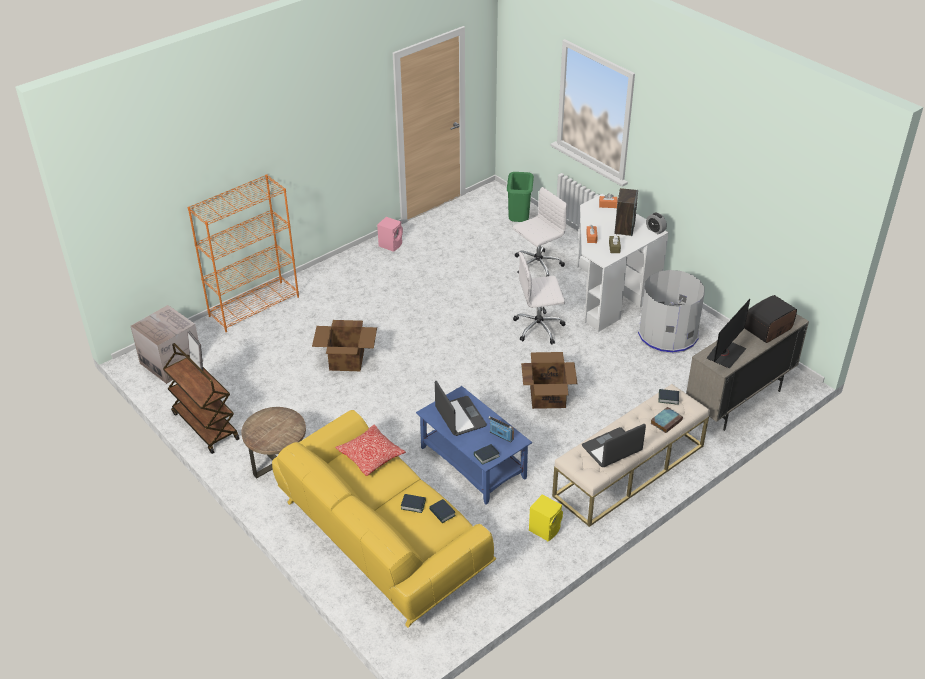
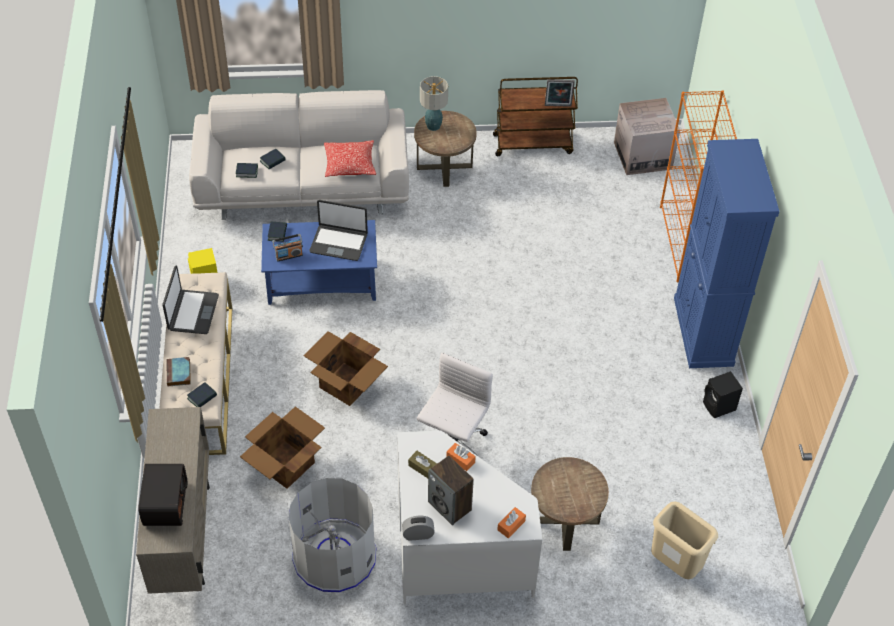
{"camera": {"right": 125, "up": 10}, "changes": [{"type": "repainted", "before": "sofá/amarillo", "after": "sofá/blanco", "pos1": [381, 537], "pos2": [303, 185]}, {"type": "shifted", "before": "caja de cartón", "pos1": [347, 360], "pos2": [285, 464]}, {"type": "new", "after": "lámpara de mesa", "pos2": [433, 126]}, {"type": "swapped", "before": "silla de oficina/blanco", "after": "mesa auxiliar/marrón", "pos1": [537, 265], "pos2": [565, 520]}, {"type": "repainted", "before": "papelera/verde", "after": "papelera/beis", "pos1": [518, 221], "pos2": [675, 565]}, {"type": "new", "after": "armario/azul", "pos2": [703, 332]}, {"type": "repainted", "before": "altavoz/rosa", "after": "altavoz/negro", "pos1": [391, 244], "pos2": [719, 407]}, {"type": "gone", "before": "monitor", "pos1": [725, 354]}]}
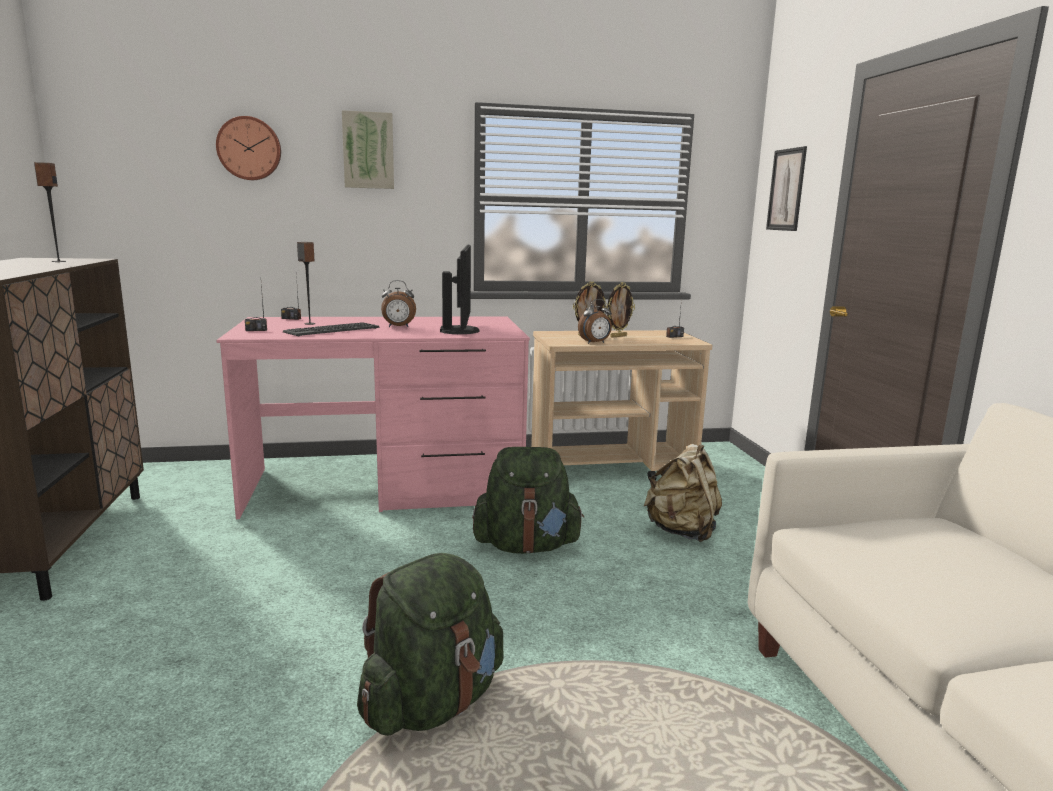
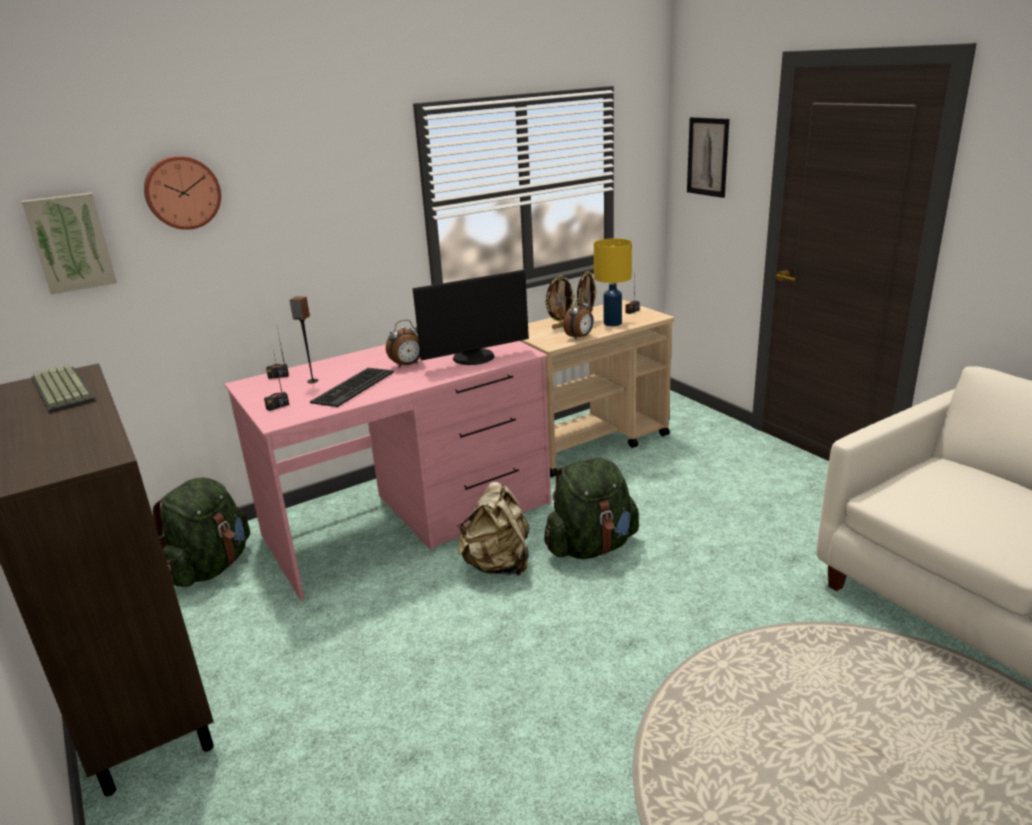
{"camera": {"right": -20, "up": 10}, "changes": [{"type": "shifted", "before": "cuadro", "pos1": [368, 150], "pos2": [70, 242]}, {"type": "swapped", "before": "altavoz", "after": "teclado", "pos1": [58, 261], "pos2": [60, 390]}, {"type": "shifted", "before": "mochila/verde", "pos1": [432, 703], "pos2": [211, 567]}, {"type": "rotated", "before": "monitor", "pos1": [461, 331], "pos2": [474, 358], "turn": 90}, {"type": "shifted", "before": "mochila/beis", "pos1": [682, 531], "pos2": [498, 565]}, {"type": "new", "after": "lámpara de mesa/amarillo", "pos2": [613, 323]}]}
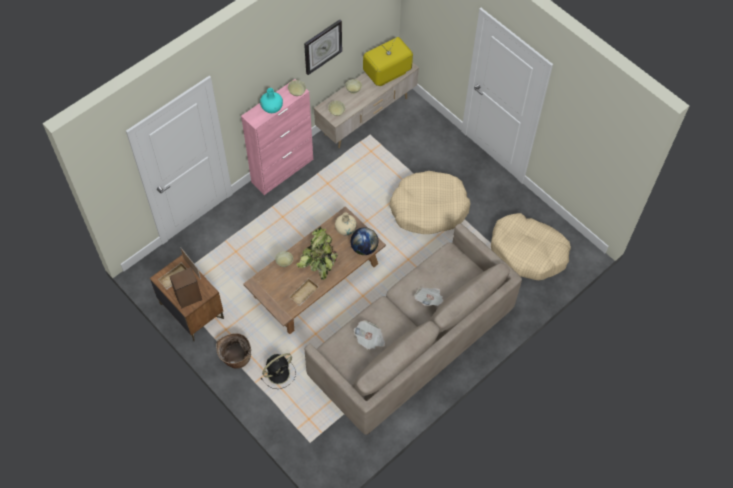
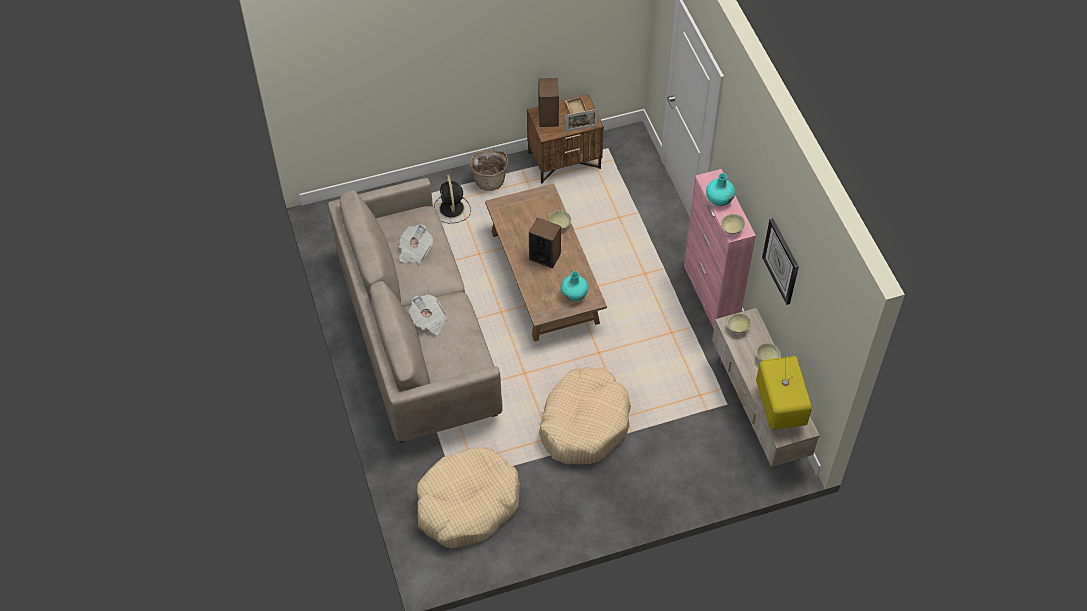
{"camera": {"right": 115, "up": -5}, "changes": [{"type": "swapped", "before": "planta en maceta", "after": "altavoz", "pos1": [319, 261], "pos2": [544, 256]}, {"type": "repainted", "before": "florero/beis", "after": "florero/turquesa", "pos1": [345, 229], "pos2": [574, 294]}, {"type": "gone", "before": "bandeja/beis", "pos1": [304, 294]}, {"type": "gone", "before": "globo terráqueo", "pos1": [364, 248]}]}
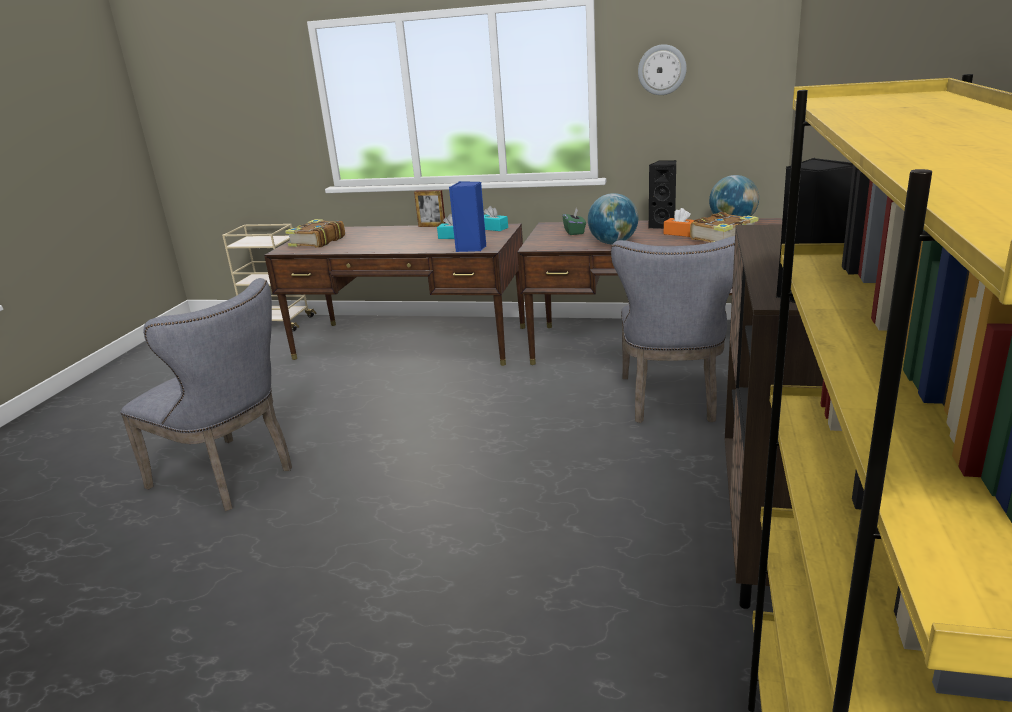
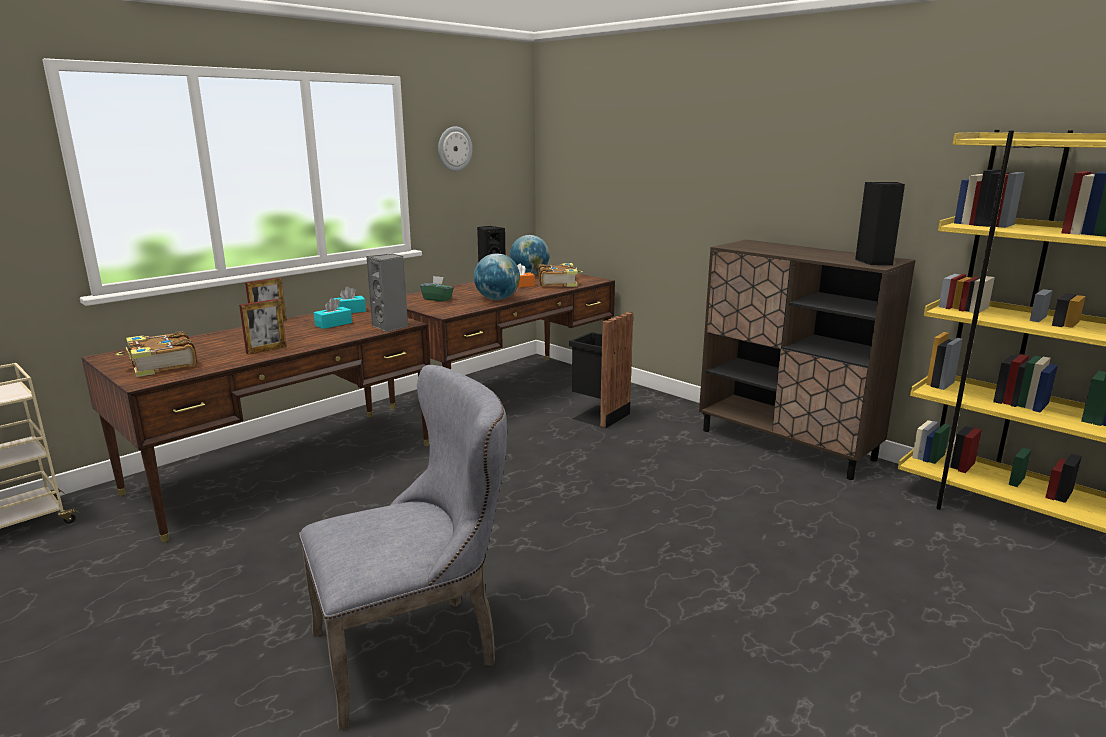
{"camera": {"right": -60, "up": -5}, "changes": [{"type": "new", "after": "portarretratos", "pos2": [266, 350]}, {"type": "repainted", "before": "altavoz/azul", "after": "altavoz/gris", "pos1": [471, 248], "pos2": [391, 327]}, {"type": "swapped", "before": "silla/gris", "after": "papelera/negro", "pos1": [672, 402], "pos2": [598, 415]}]}
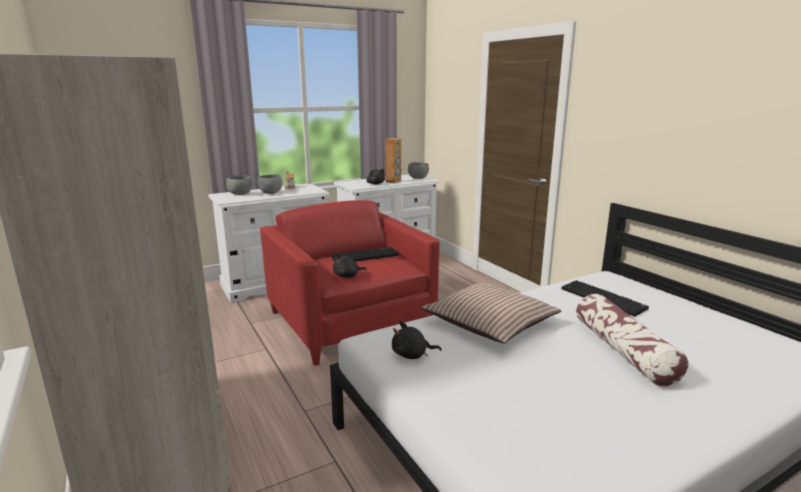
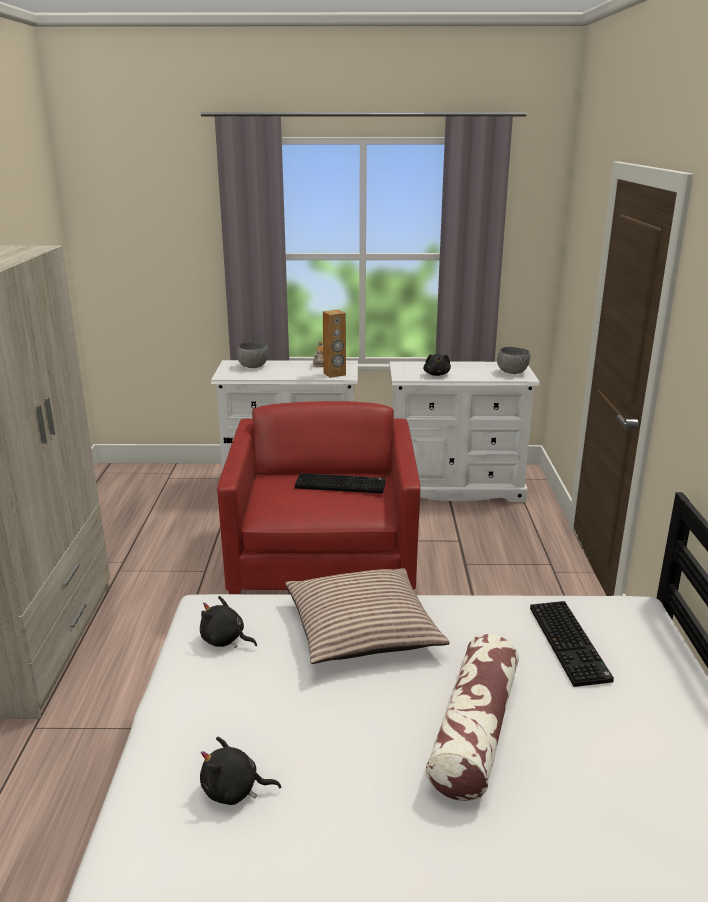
{"camera": {"right": 30, "up": 5}, "changes": [{"type": "shifted", "before": "peluche/negro", "pos1": [348, 276], "pos2": [234, 790]}, {"type": "shifted", "before": "altavoz/marrón", "pos1": [393, 181], "pos2": [334, 374]}, {"type": "gone", "before": "cuenco/gris", "pos1": [270, 193]}]}
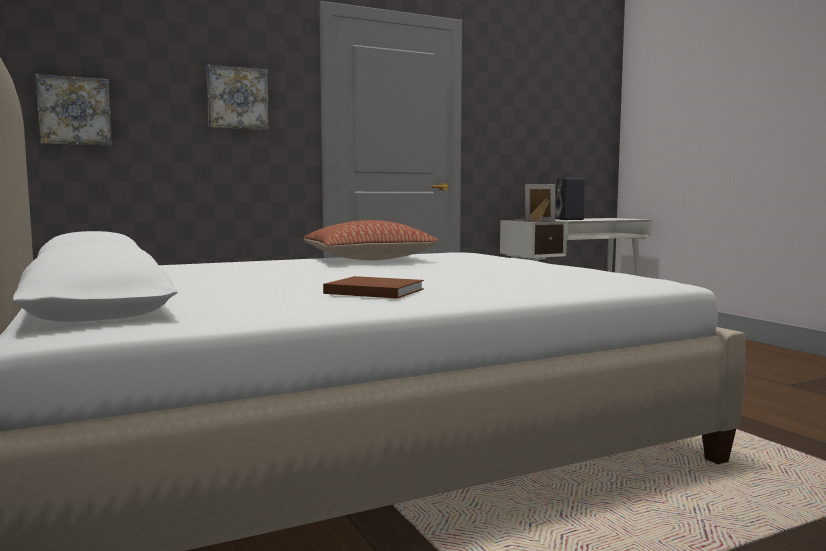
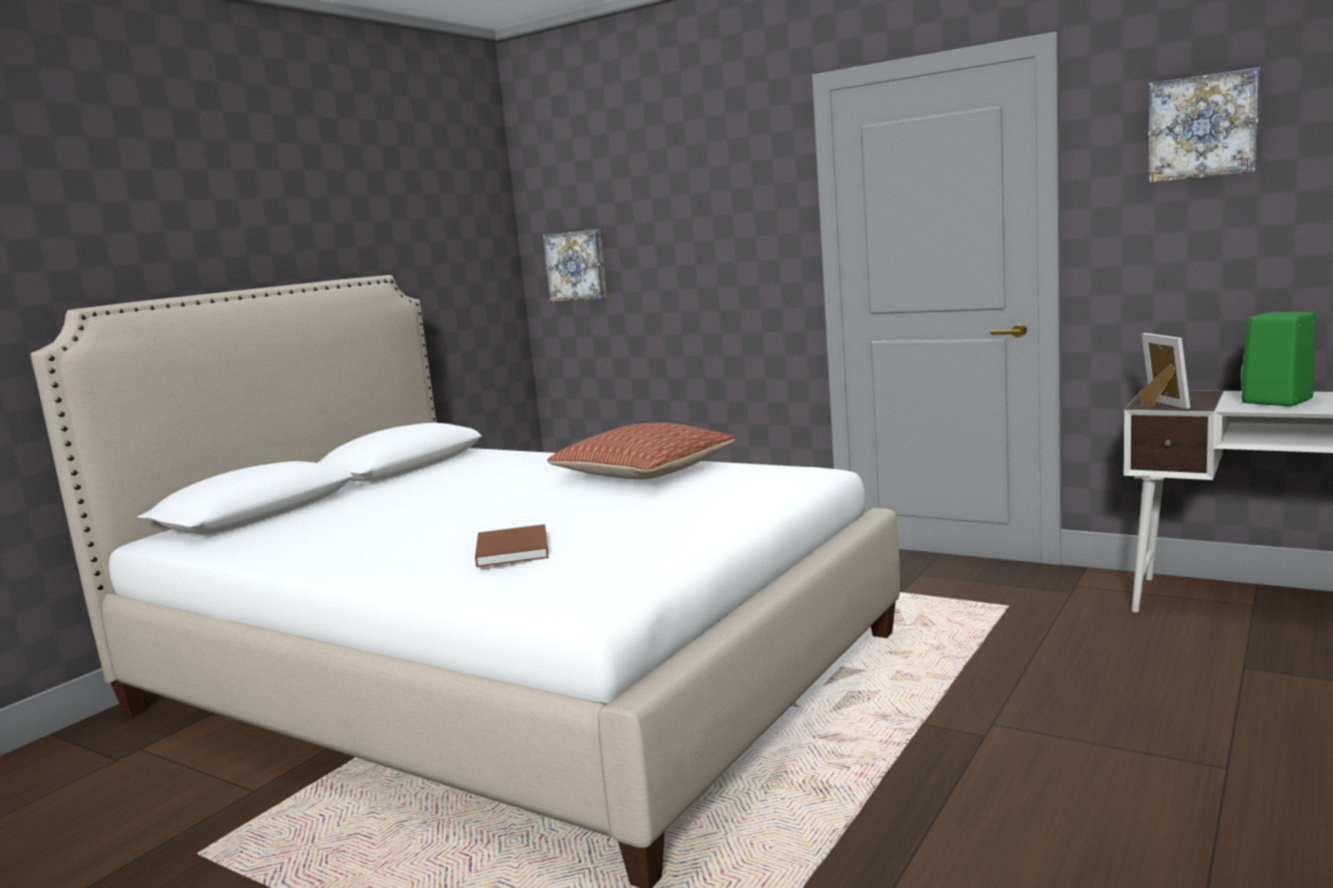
{"camera": {"right": 60, "up": 5}, "changes": [{"type": "shifted", "before": "libro/marrón", "pos1": [371, 291], "pos2": [512, 548]}, {"type": "shifted", "before": "cuadro", "pos1": [237, 98], "pos2": [1202, 127]}, {"type": "repainted", "before": "altavoz/negro", "after": "altavoz/verde", "pos1": [569, 219], "pos2": [1276, 401]}]}
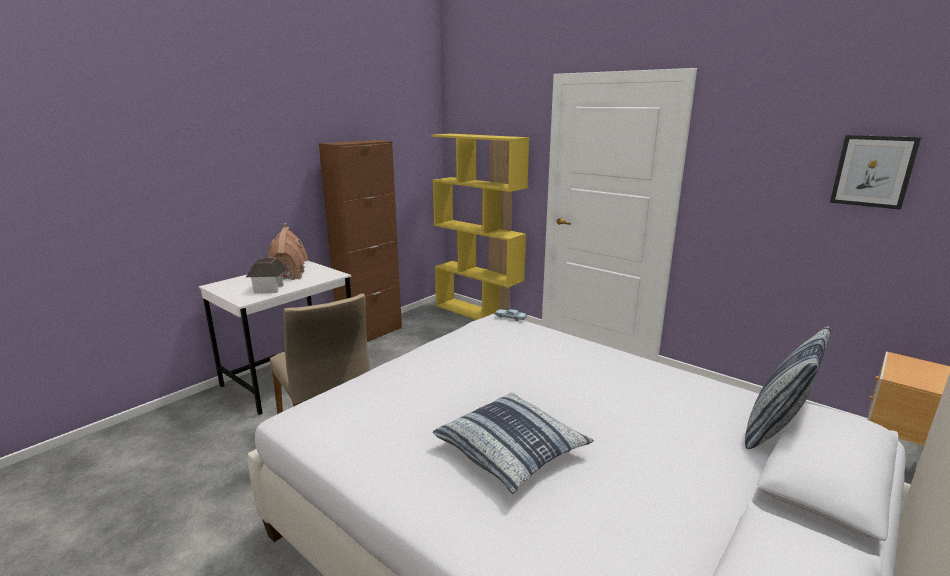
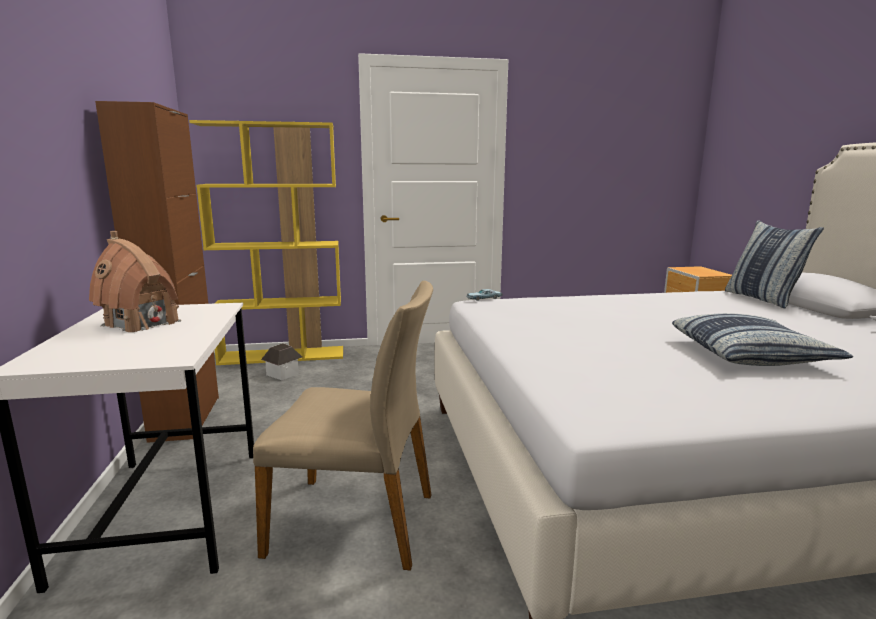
{"camera": {"right": -50, "up": -5}, "changes": [{"type": "shifted", "before": "casita", "pos1": [269, 289], "pos2": [283, 374]}, {"type": "gone", "before": "cuadro", "pos1": [873, 171]}]}
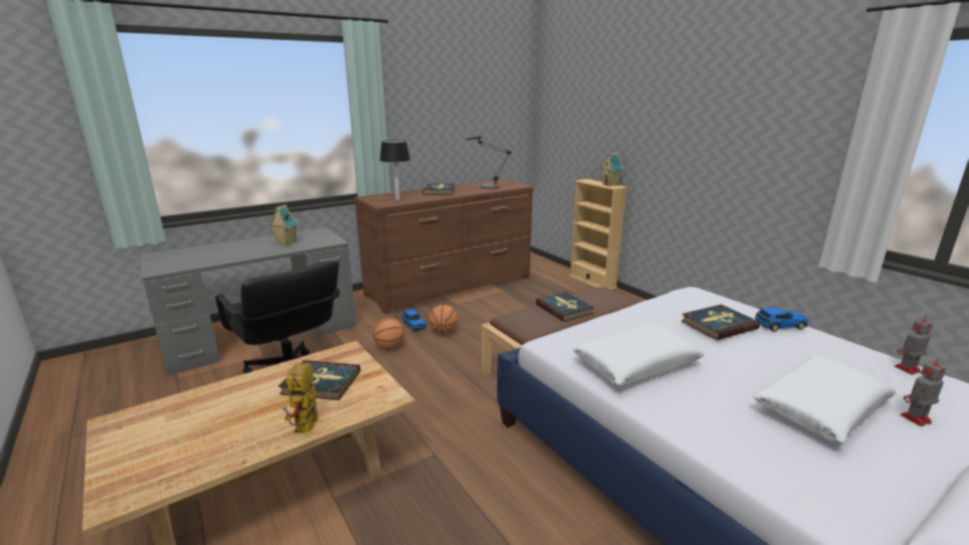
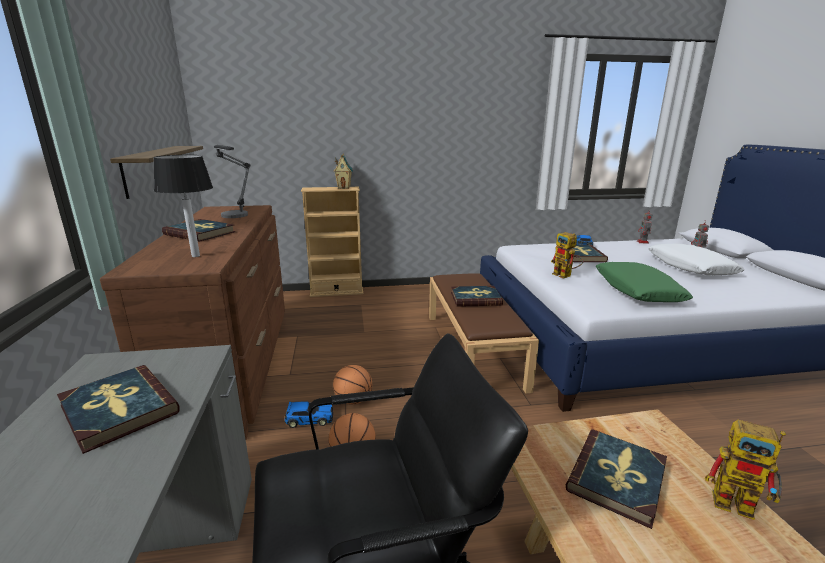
{"camera": {"right": -65, "up": 0}, "changes": [{"type": "swapped", "before": "casita", "after": "libro", "pos1": [285, 243], "pos2": [118, 409]}, {"type": "new", "after": "estante", "pos2": [151, 169]}, {"type": "new", "after": "robot de juguete", "pos2": [565, 276]}, {"type": "repainted", "before": "cojín/blanco", "after": "cojín/verde", "pos1": [635, 364], "pos2": [637, 291]}]}
